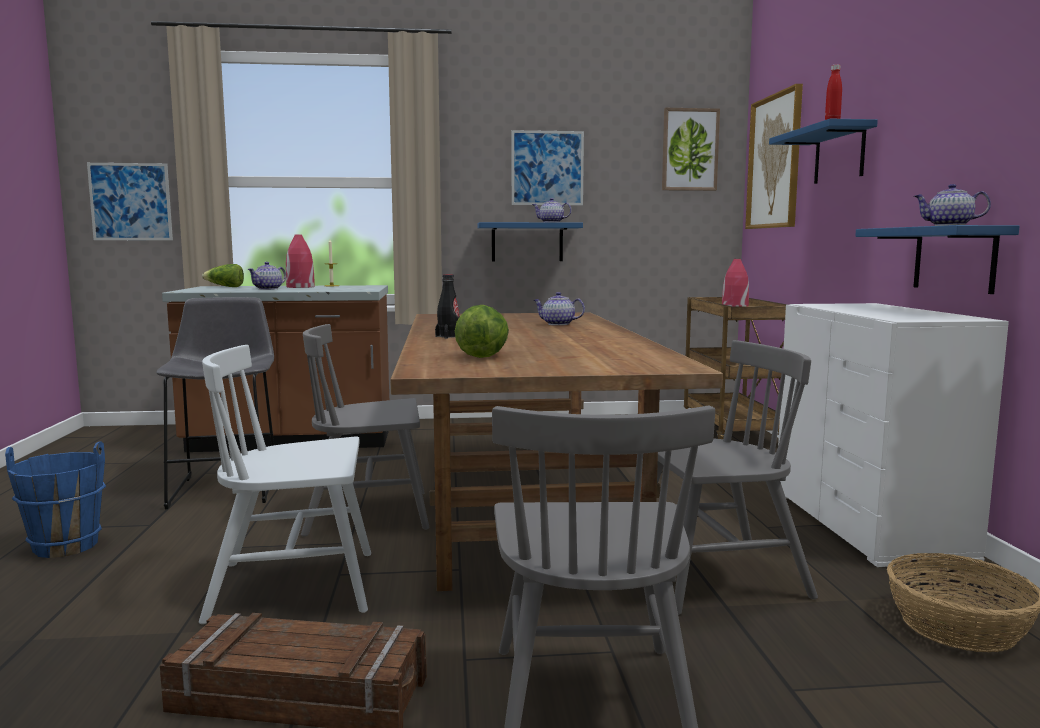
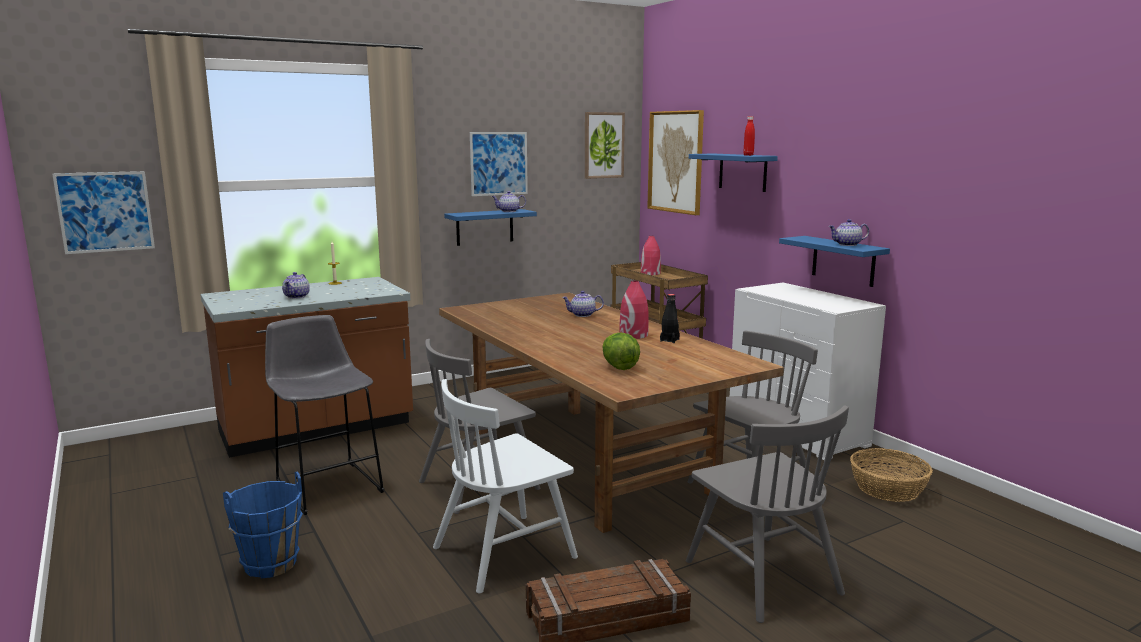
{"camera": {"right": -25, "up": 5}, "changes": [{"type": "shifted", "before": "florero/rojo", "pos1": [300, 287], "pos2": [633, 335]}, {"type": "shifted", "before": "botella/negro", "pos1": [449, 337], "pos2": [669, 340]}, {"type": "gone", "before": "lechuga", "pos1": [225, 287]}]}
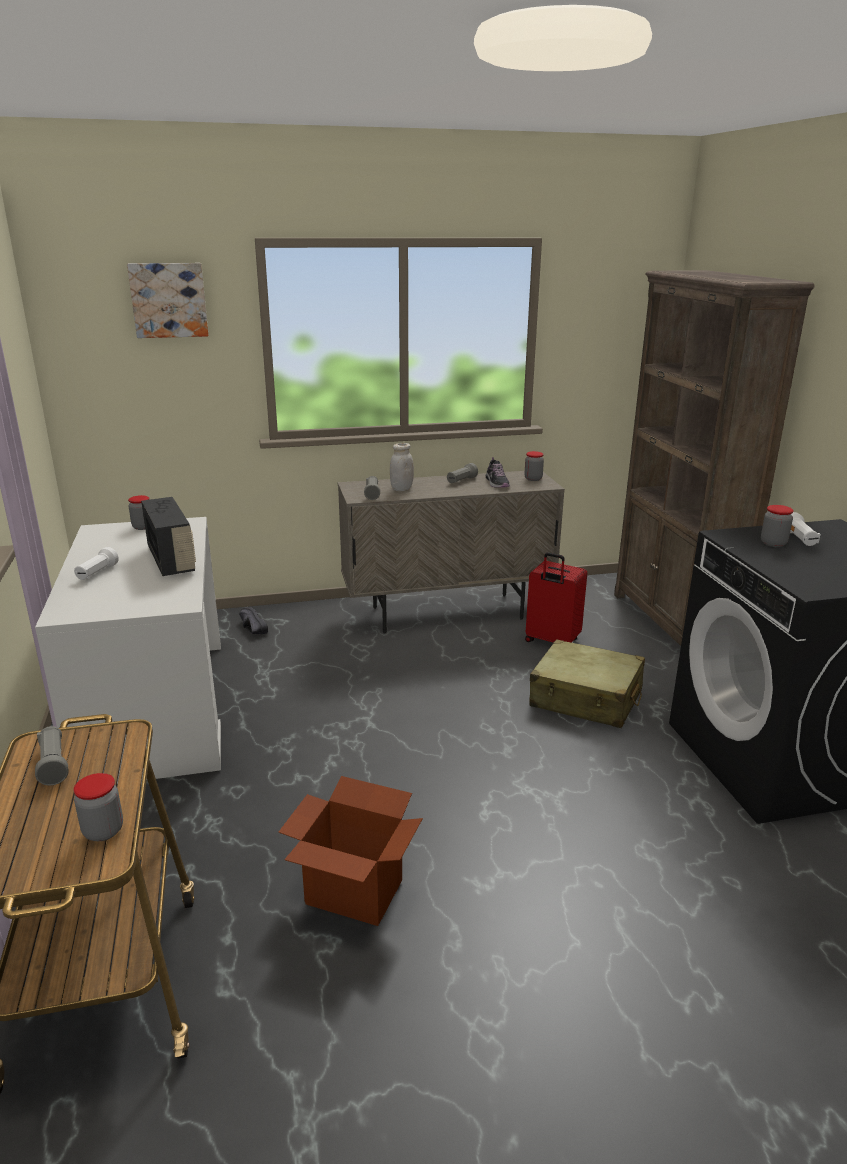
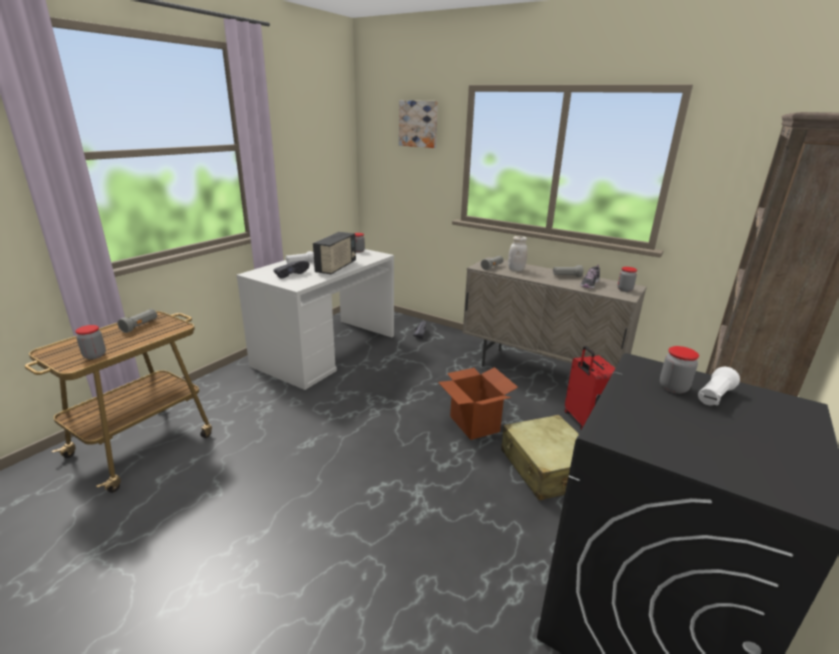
{"camera": {"right": 45, "up": 0}, "changes": [{"type": "new", "after": "zapato/negro", "pos2": [291, 274]}, {"type": "shifted", "before": "caja de cartón", "pos1": [353, 892], "pos2": [474, 424]}]}
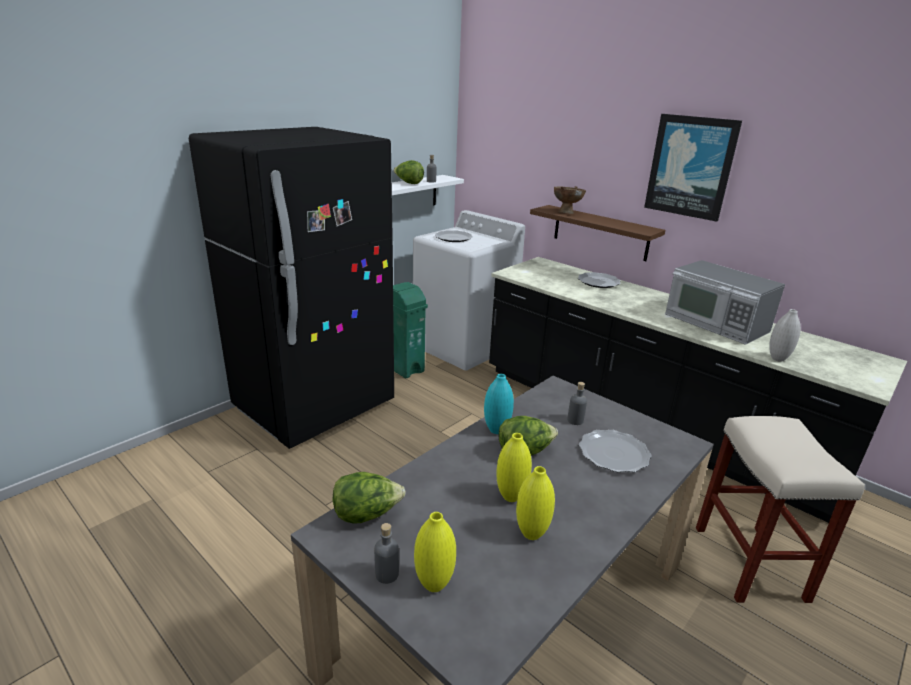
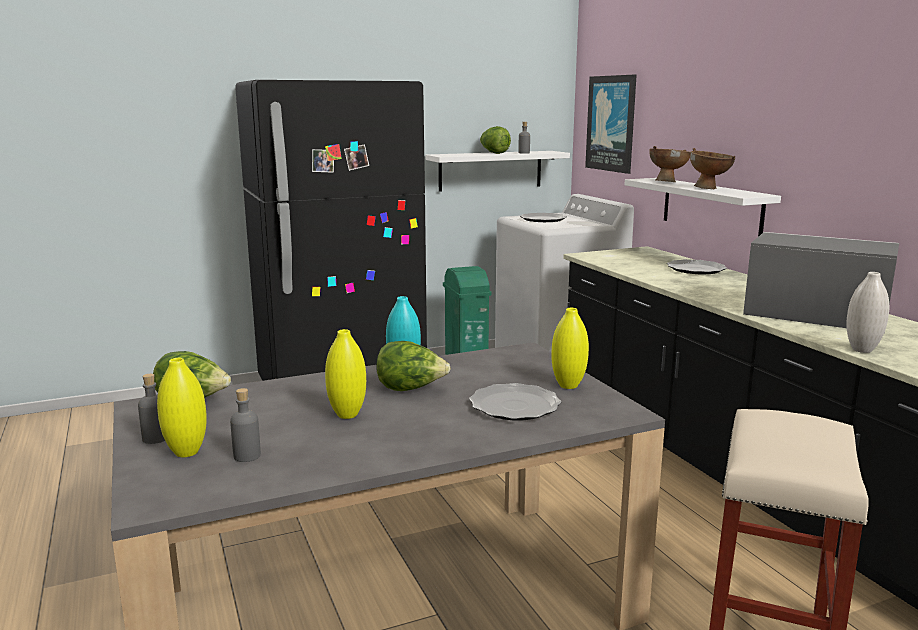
{"camera": {"right": 25, "up": -10}, "changes": [{"type": "shifted", "before": "botella/gris", "pos1": [575, 420], "pos2": [247, 456]}, {"type": "shifted", "before": "florero/amarillo", "pos1": [531, 533], "pos2": [568, 386]}, {"type": "shifted", "before": "cuadro", "pos1": [690, 167], "pos2": [611, 123]}, {"type": "repainted", "before": "estante/marrón", "after": "estante/blanco", "pos1": [600, 232], "pos2": [711, 208]}, {"type": "new", "after": "cuenco/marrón", "pos2": [710, 188]}, {"type": "rotated", "before": "microondas", "pos1": [715, 323], "pos2": [814, 313], "turn": 135}]}
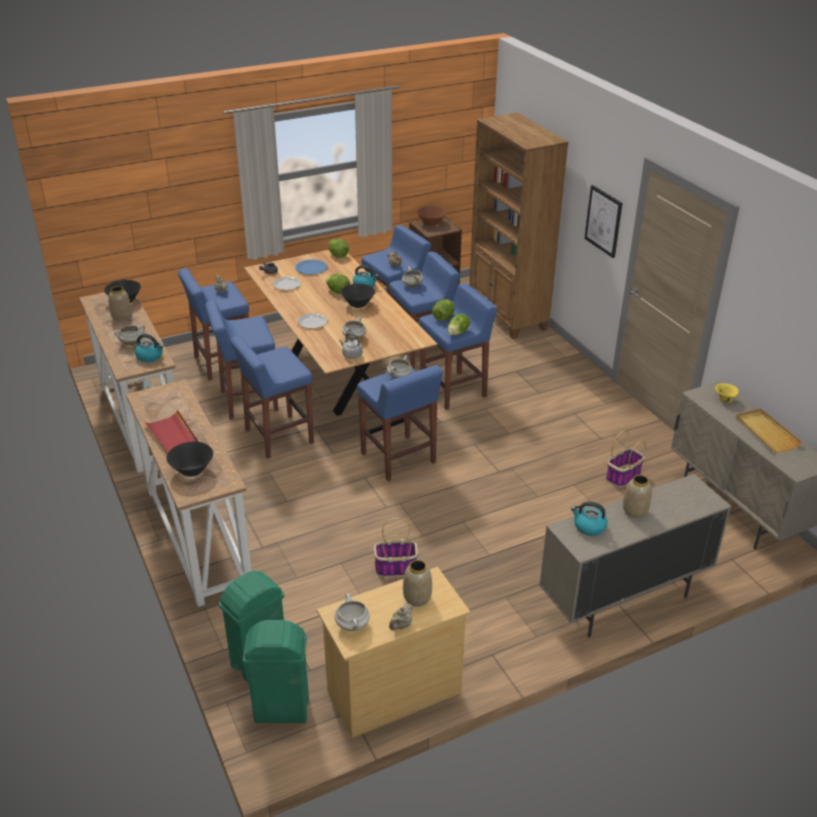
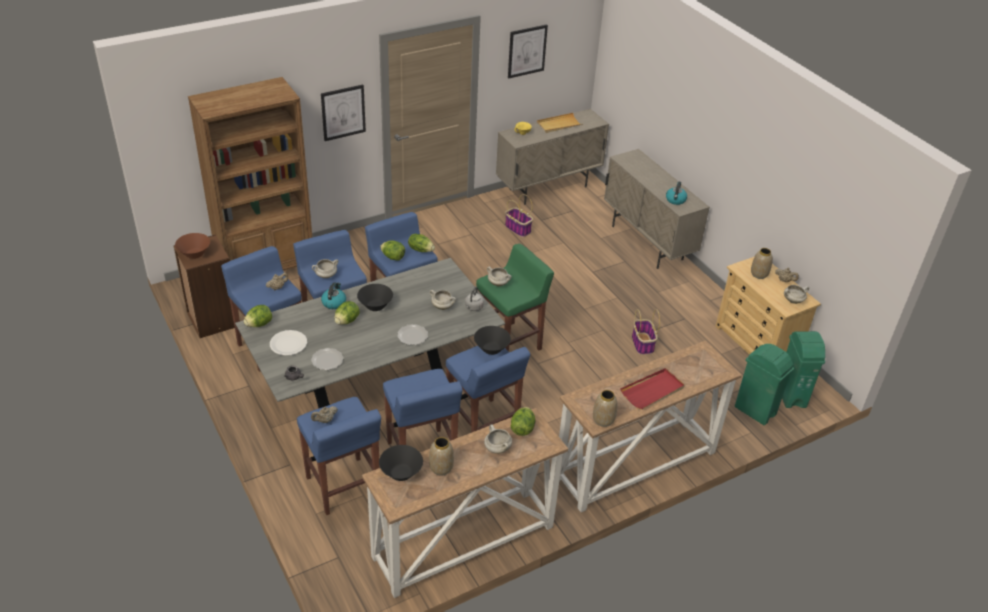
{"camera": {"right": -95, "up": 5}, "changes": [{"type": "repainted", "before": "mesa de comedor/marrón", "after": "mesa de comedor/gris", "pos1": [337, 376], "pos2": [374, 388]}, {"type": "repainted", "before": "plato/azul", "after": "plato/blanco", "pos1": [311, 268], "pos2": [288, 343]}, {"type": "shifted", "before": "cuenco/negro", "pos1": [192, 470], "pos2": [491, 349]}, {"type": "repainted", "before": "taburete/azul", "after": "taburete/verde", "pos1": [398, 459], "pos2": [509, 343]}, {"type": "new", "after": "cuadro", "pos2": [527, 51]}, {"type": "swapped", "before": "hervidor", "after": "lechuga", "pos1": [150, 356], "pos2": [522, 429]}, {"type": "shifted", "before": "florero", "pos1": [634, 511], "pos2": [603, 420]}]}
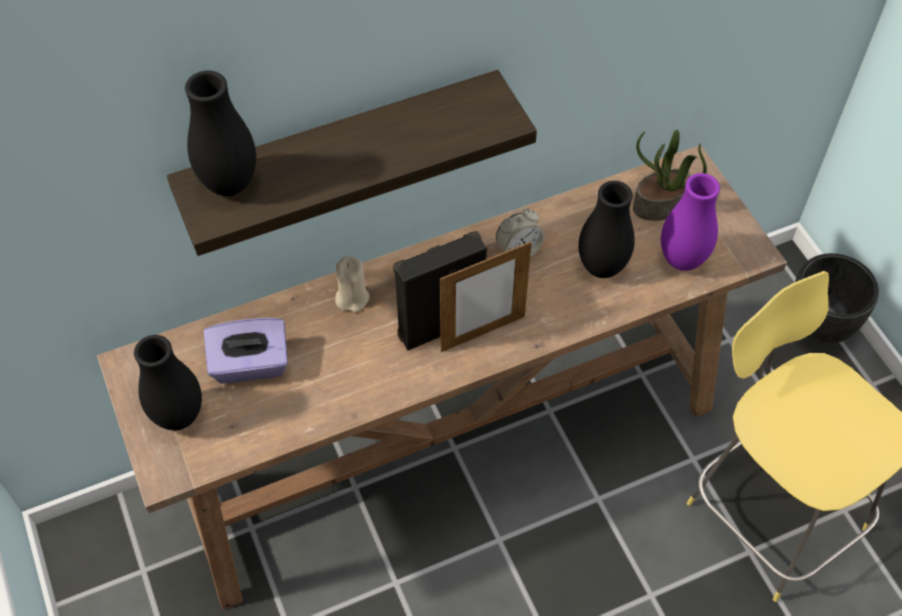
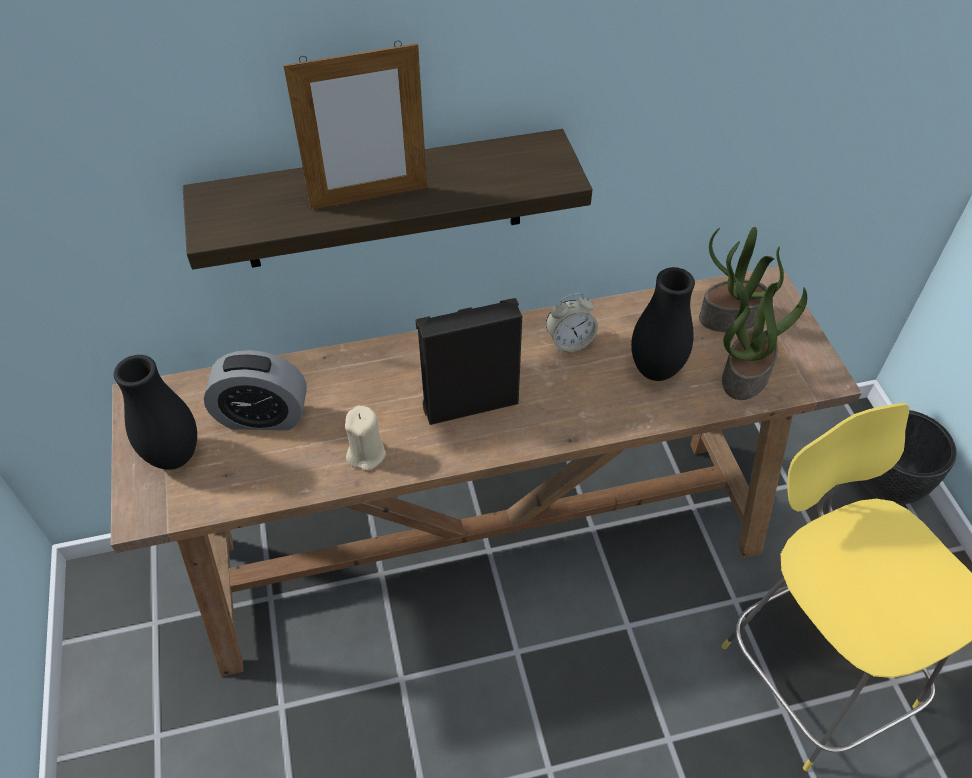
{"camera": {"right": 10, "up": -5}, "changes": [{"type": "swapped", "before": "caja de pañuelos/morado", "after": "despertador", "pos1": [250, 365], "pos2": [263, 416]}, {"type": "shifted", "before": "portarretratos", "pos1": [483, 333], "pos2": [369, 197]}, {"type": "shifted", "before": "vela/beis", "pos1": [352, 297], "pos2": [366, 454]}, {"type": "swapped", "before": "florero/morado", "after": "planta en maceta", "pos1": [682, 260], "pos2": [745, 374]}, {"type": "gone", "before": "florero/negro", "pos1": [229, 184]}]}
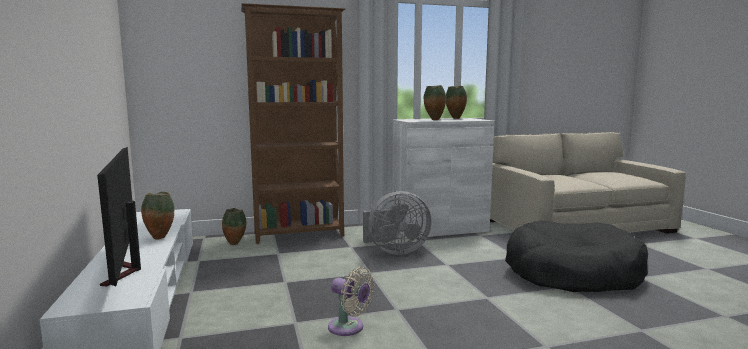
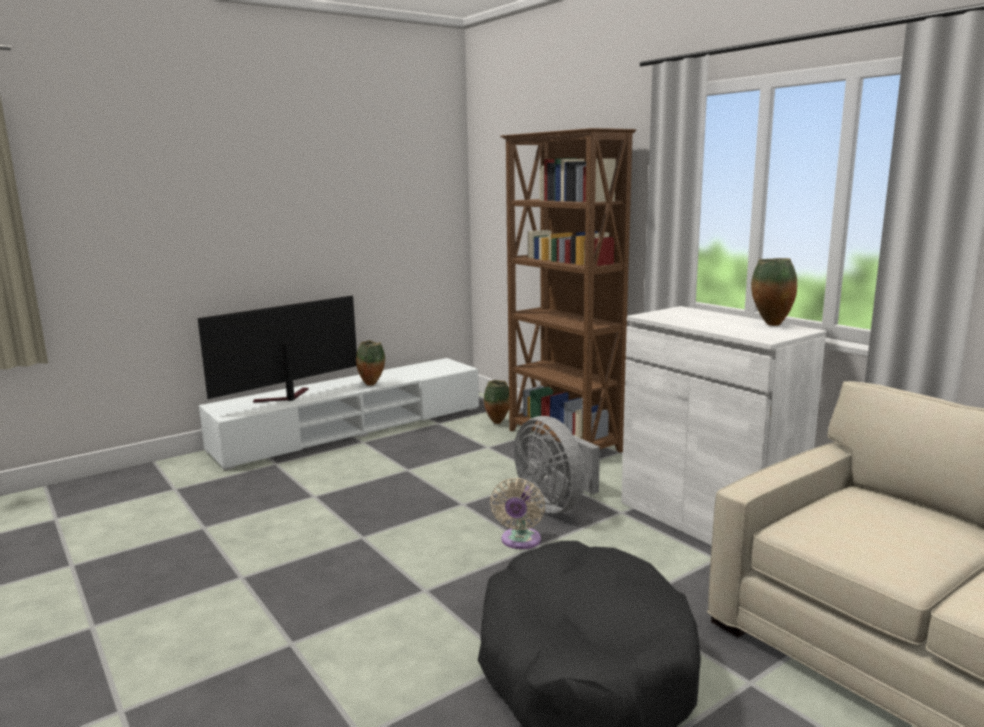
{"camera": {"right": 70, "up": 5}, "changes": [{"type": "shifted", "before": "ventilador/beis", "pos1": [349, 328], "pos2": [520, 541]}, {"type": "gone", "before": "florero", "pos1": [434, 120]}]}
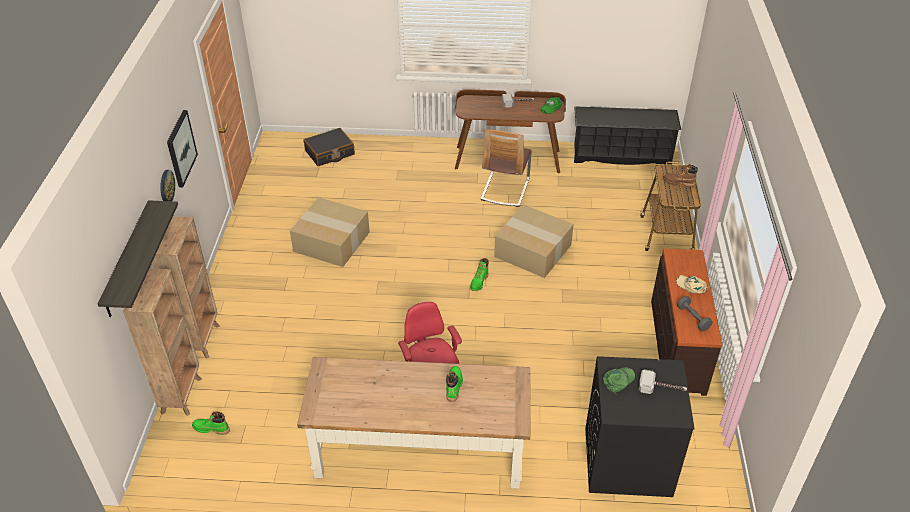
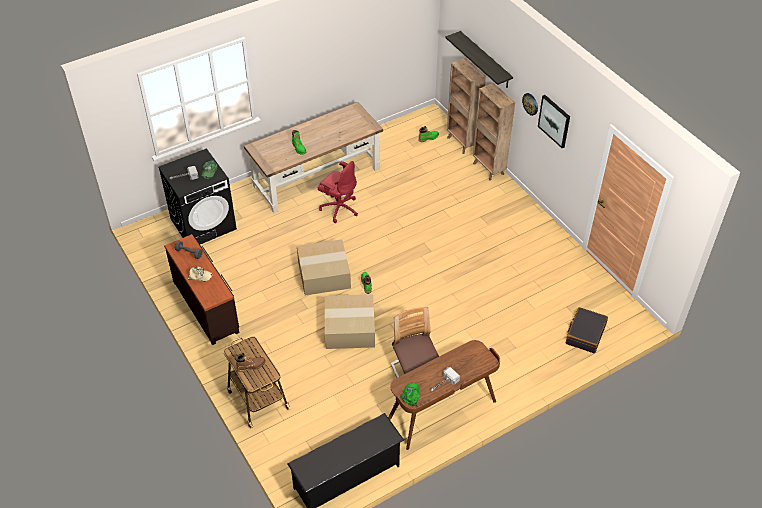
{"camera": {"right": 145, "up": 5}, "changes": [{"type": "shifted", "before": "caja de cartón", "pos1": [330, 242], "pos2": [324, 274]}]}
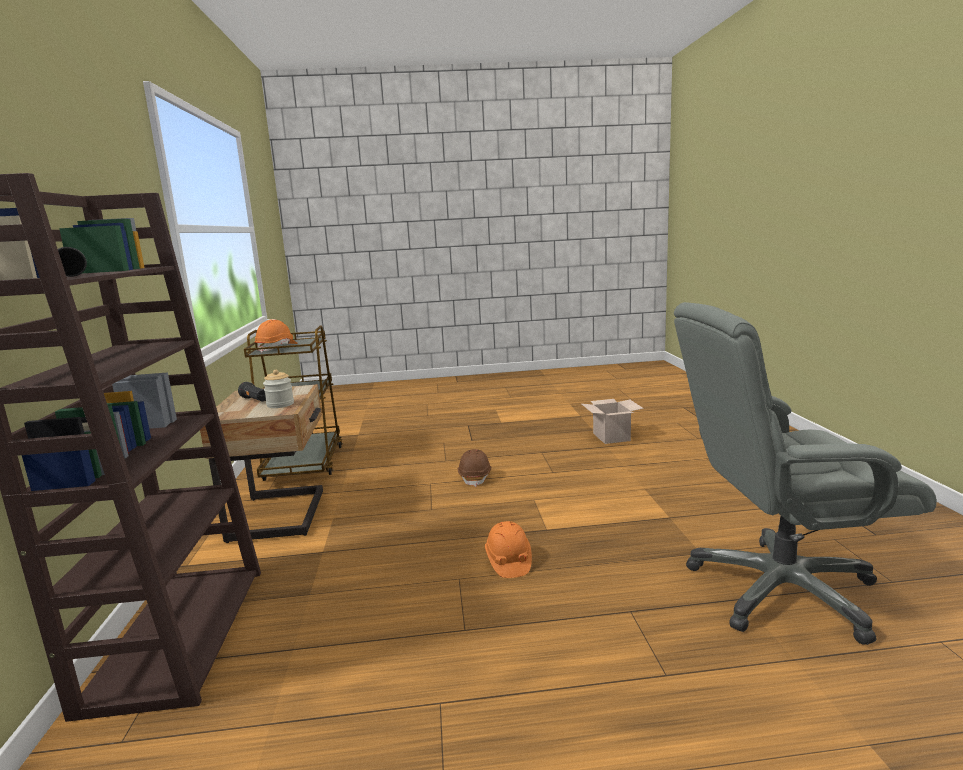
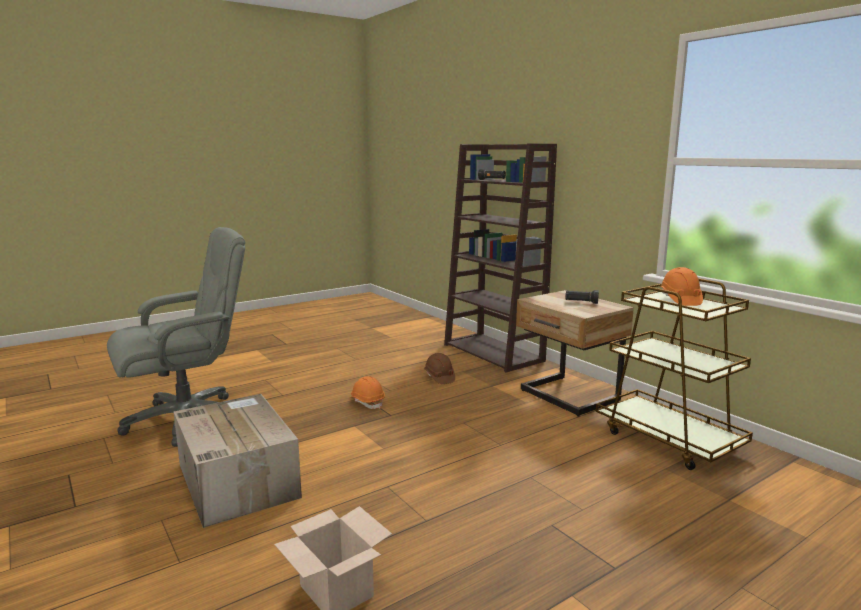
{"camera": {"right": 150, "up": 0}, "changes": [{"type": "new", "after": "caja de cartón", "pos2": [237, 480]}, {"type": "shifted", "before": "casco/marrón", "pos1": [475, 477], "pos2": [439, 377]}, {"type": "gone", "before": "tarro", "pos1": [280, 404]}]}
